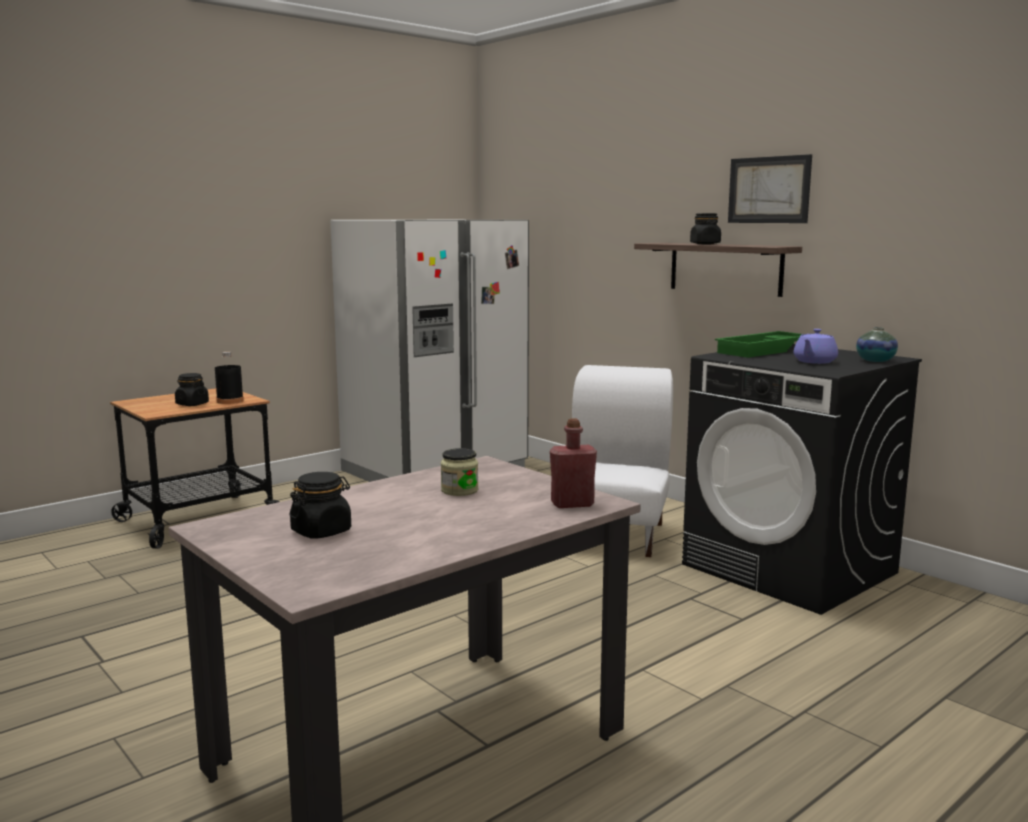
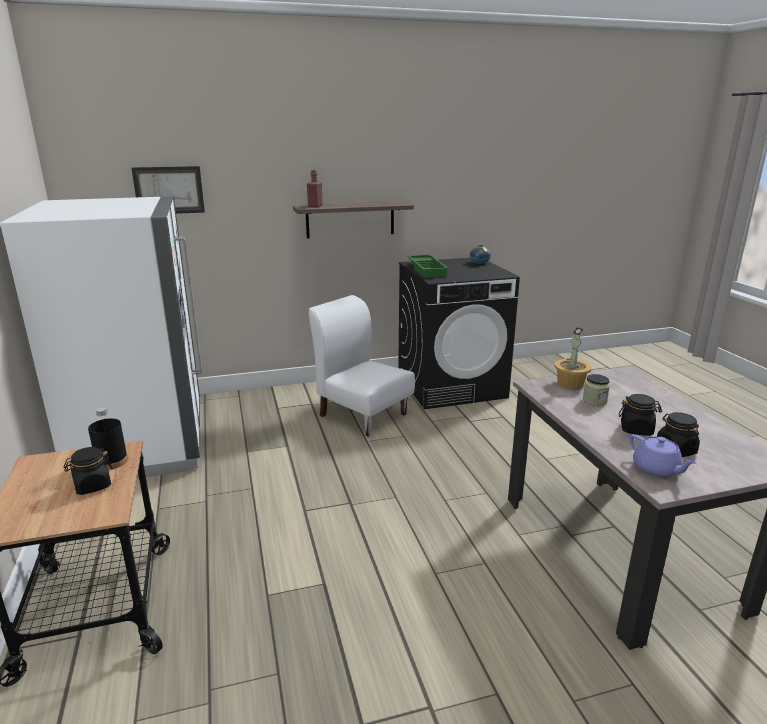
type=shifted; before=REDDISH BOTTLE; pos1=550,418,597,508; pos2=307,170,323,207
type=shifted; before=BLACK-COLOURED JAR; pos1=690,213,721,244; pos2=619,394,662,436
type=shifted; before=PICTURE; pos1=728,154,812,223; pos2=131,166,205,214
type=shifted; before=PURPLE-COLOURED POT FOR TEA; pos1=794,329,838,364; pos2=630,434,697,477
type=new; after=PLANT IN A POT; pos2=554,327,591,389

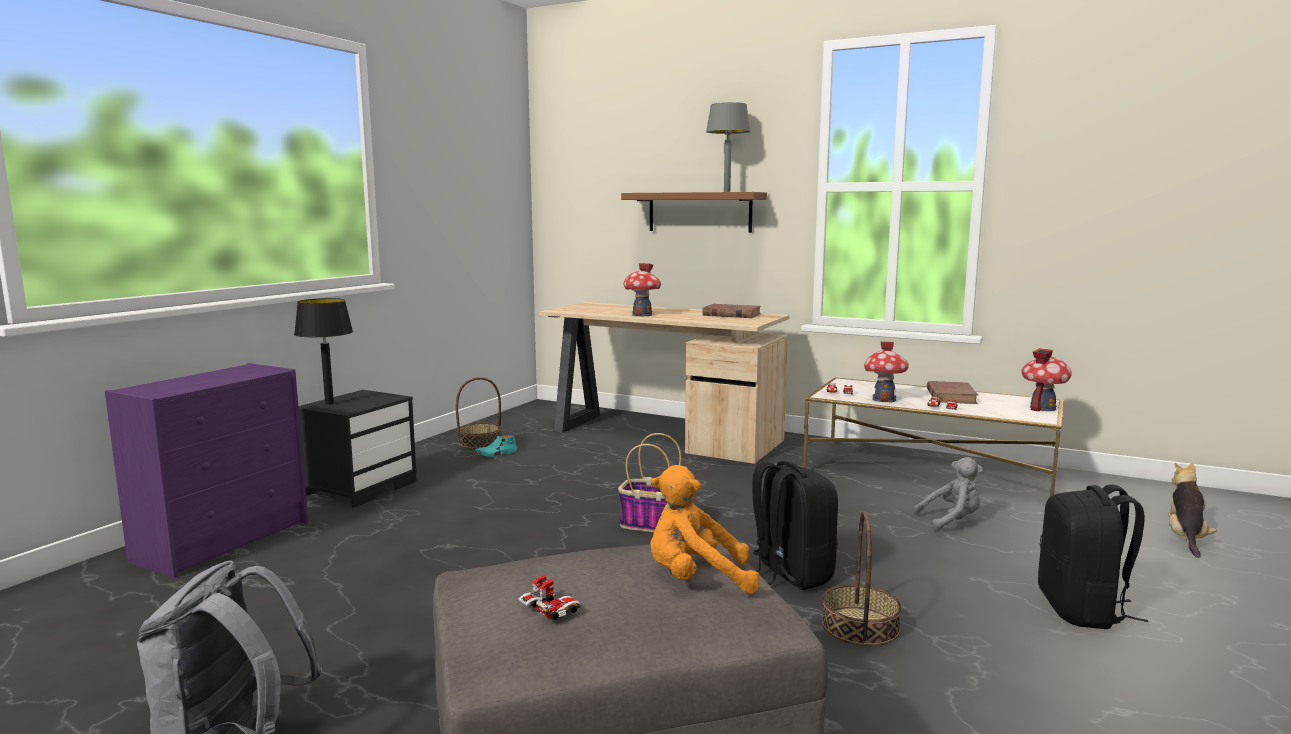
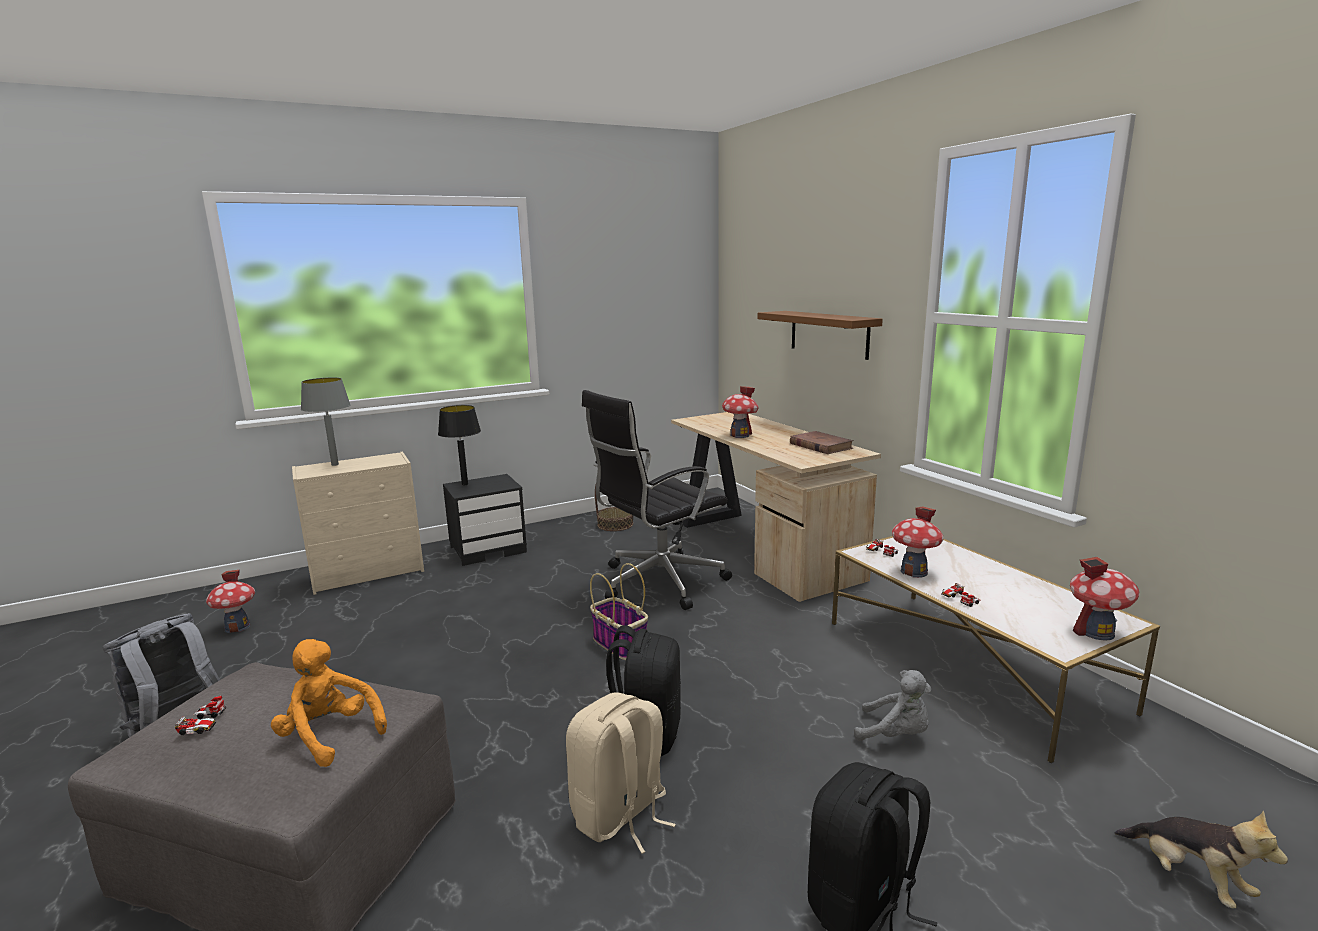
type=repainted; before=PURPLE-COLOURED DRAWER CHEST; after=SAND-COLOURED DRAWER CHEST; pos1=105,363,308,578; pos2=292,452,424,595
type=gone; before=TURQUOISE-COLOURED SHOE; pos1=475,435,517,457
type=shifted; before=GREY TABLE LAMP; pos1=706,102,751,192; pos2=301,377,351,466
type=swapped; before=HOUSEHOLD BASKET; after=SAND-COLOURED RUCKSACK; pos1=821,511,901,646; pos2=566,692,676,854
type=gone; before=BROWN VOLUME; pos1=927,381,978,404
type=rotated; before=SOFT TOY; pos1=1168,463,1217,558; pos2=1114,810,1288,908; turn=90
type=new; after=MINIATURE HOUSE; pos2=206,570,255,633
type=new; after=BLACK-COLOURED OFFICE CHAIR; pos2=582,390,732,610

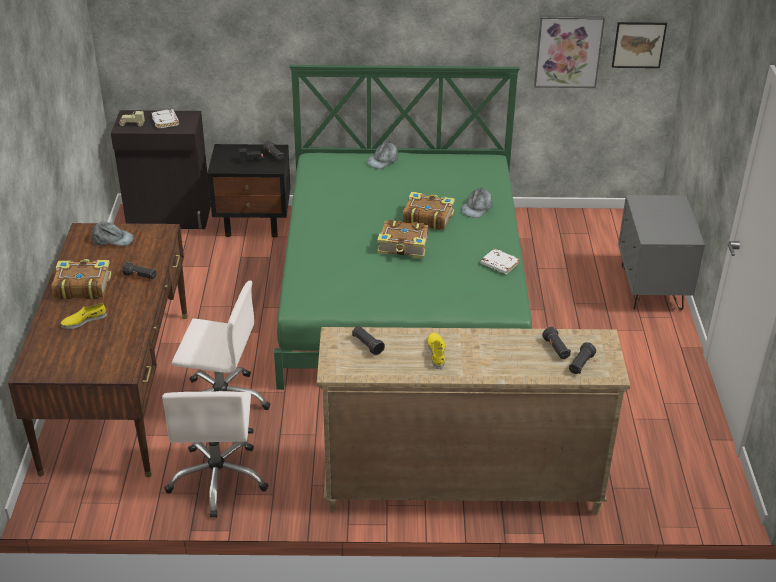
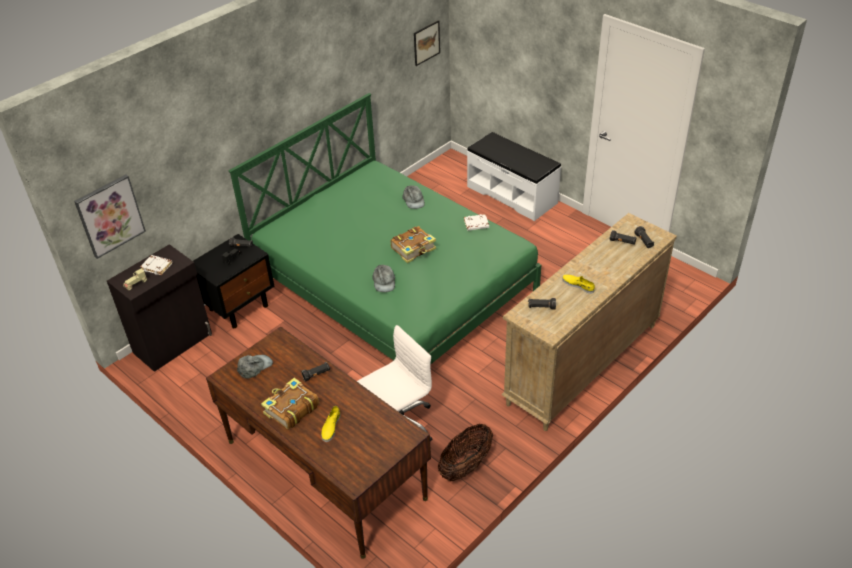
type=swapped; before=WHITE-COLOURED OFFICE CHAIR; after=HOUSEHOLD BASKET; pos1=162,391,269,518; pos2=438,424,493,481
type=shifted; before=GREY PEAKED CAP; pos1=366,142,398,169; pos2=372,265,395,292
type=gone; before=VOLUME; pos1=403,192,455,230
type=shifted; before=PICTURE; pos1=534,15,605,88; pos2=74,175,146,259
type=swapped; before=GREY NIGHTSTAND; after=WHITE-COLOURED LONG SEAT; pos1=618,195,705,310; pos2=467,132,561,221

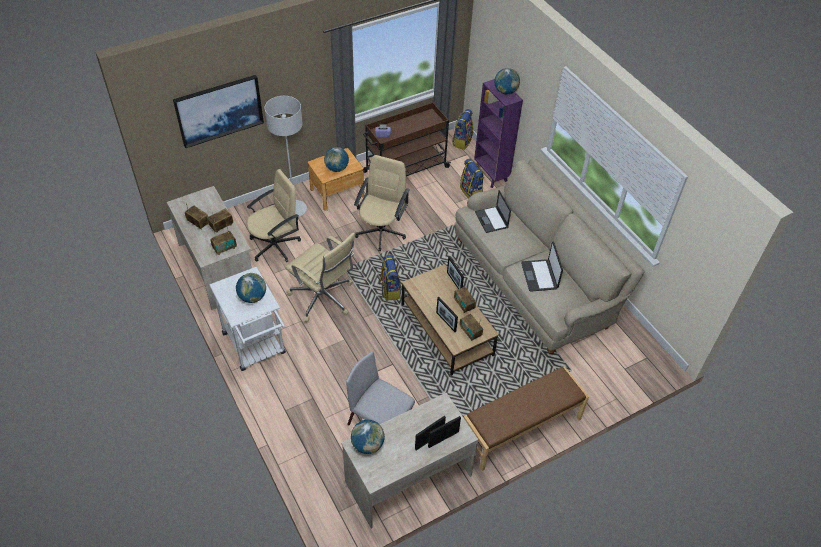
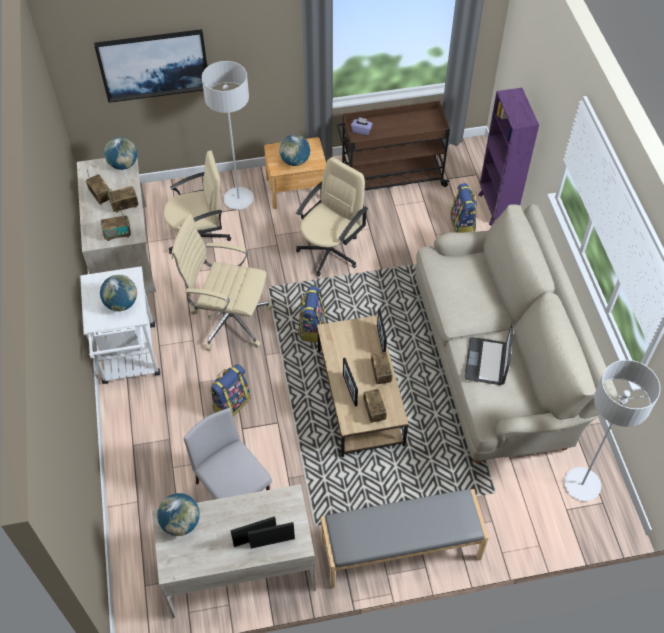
type=rotated; before=SAND-COLOURED OFFICE CHAIR; pos1=285,232,356,322; pos2=172,214,274,351; turn=135
type=shifted; before=RUCKSACK; pos1=452,109,473,150; pos2=210,364,250,416
type=repainted; before=BROWN LONG SEAT; after=GREY LONG SEAT; pos1=464,367,589,471; pos2=321,489,489,588
type=gone; before=NOTEBOOK COMPUTER; pos1=475,190,511,233
type=shifted; before=WORLD GLOBE; pos1=494,68,520,94; pos2=104,137,137,170
type=new; after=GREY STANDING LAMP; pos2=564,360,661,501

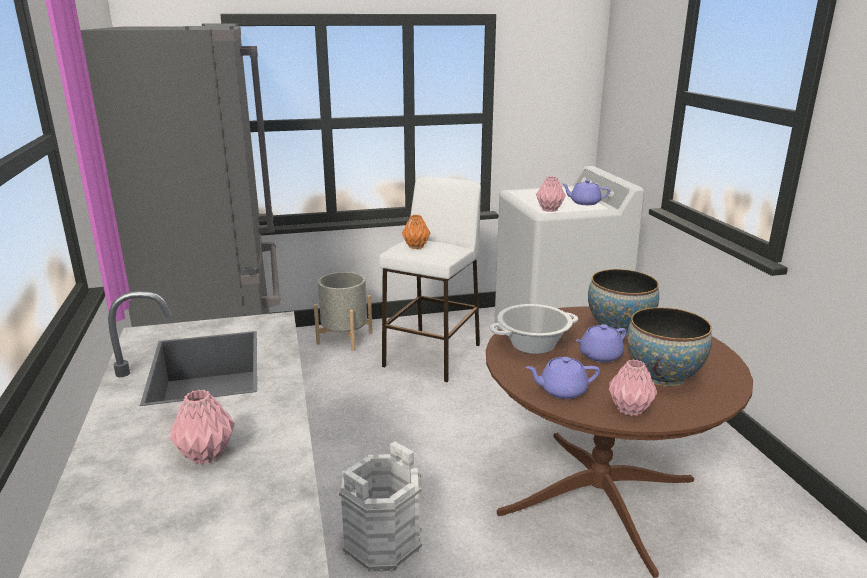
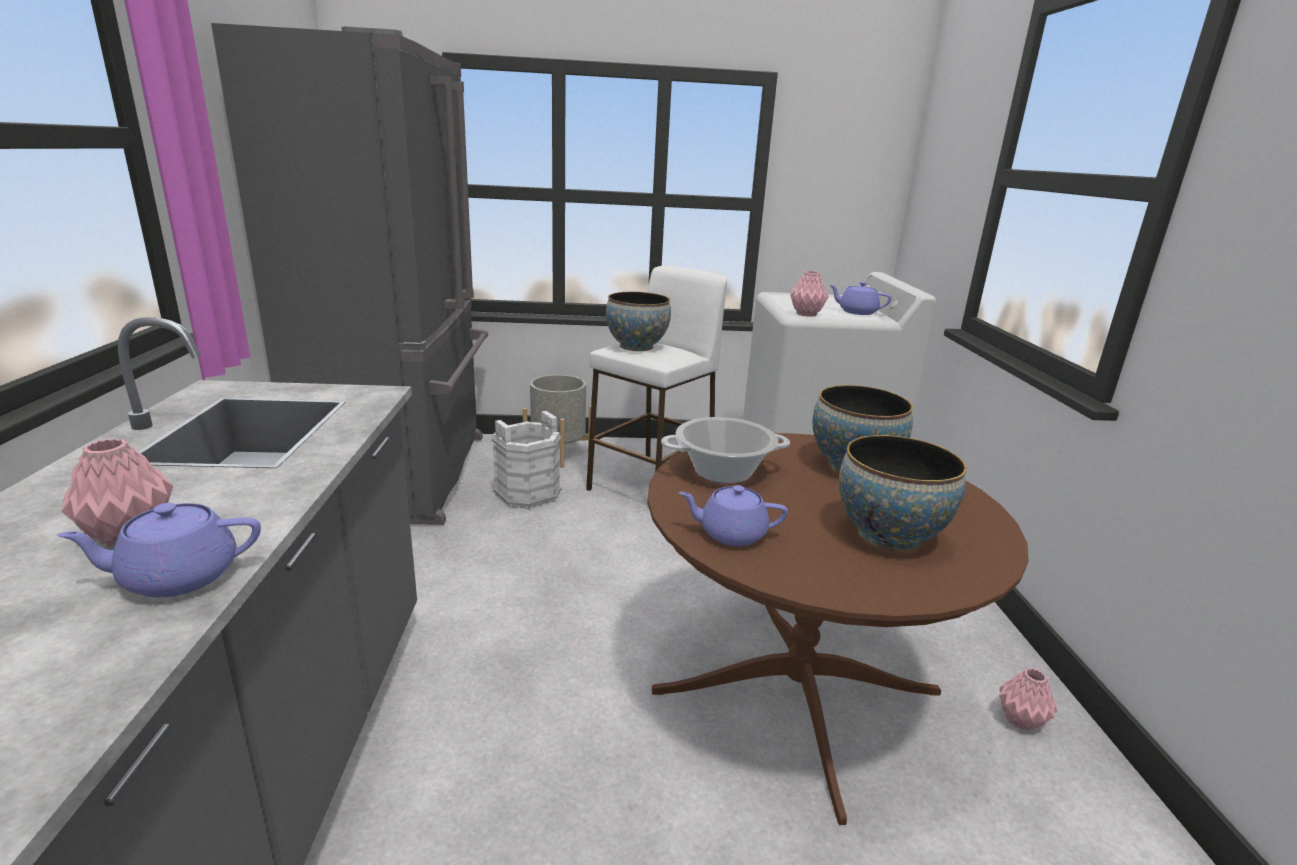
type=shifted; before=WHITE-COLOURED PAIL; pos1=339,441,422,573; pos2=492,411,562,509
type=swapped; before=ORANGEY VASE; after=SERVING BOWL; pos1=402,215,430,249; pos2=606,292,671,351
type=shifted; before=PURPLE-COLOURED POT FOR TEA; pos1=575,324,626,362; pos2=56,503,261,597
type=shifted; before=PINKISH VASE; pos1=609,359,657,416; pos2=999,668,1057,731

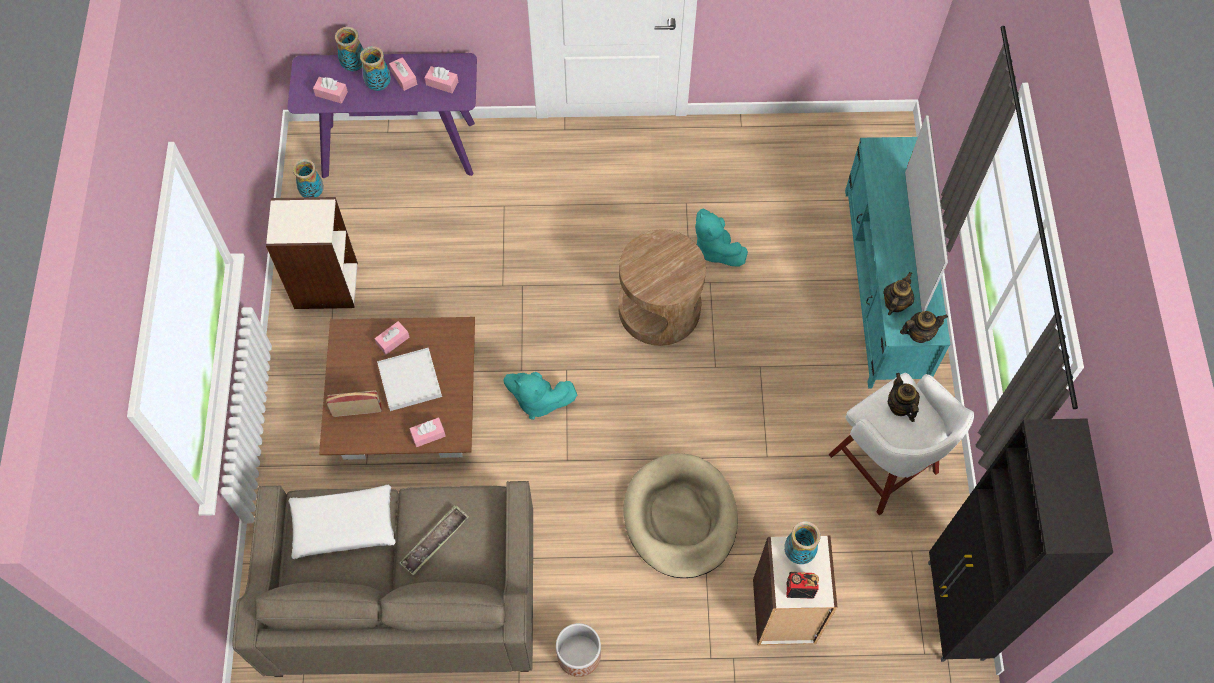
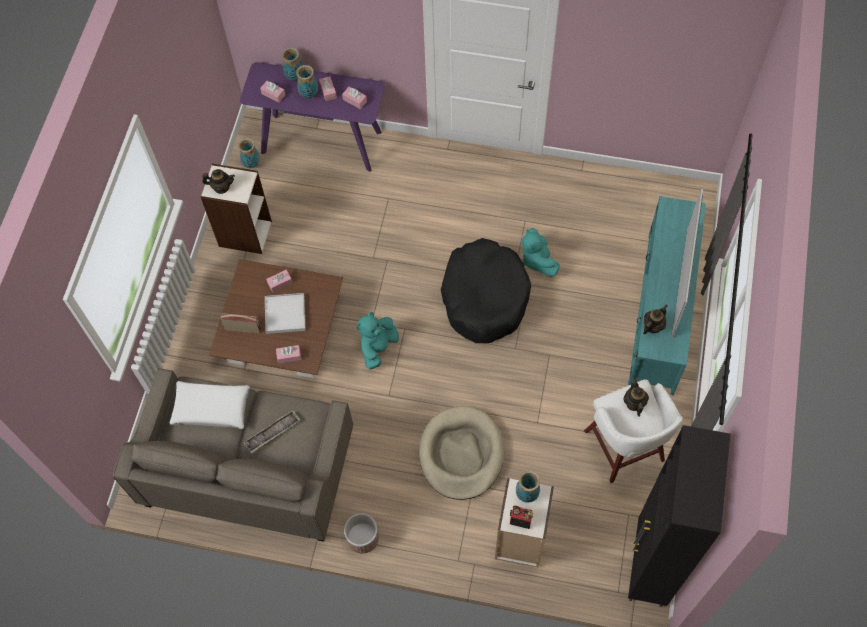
type=rotated; before=TURQUOISE-COLOURED SOFT TOY; pos1=503,372,577,420; pos2=357,312,399,369; turn=90
type=swapped; before=BROWN SIDE TABLE; after=BLACK-COLOURED DOG BED; pos1=618,229,706,346; pos2=441,238,531,343
type=shifted; before=POT FOR TEA; pos1=900,311,948,343; pos2=202,169,235,194

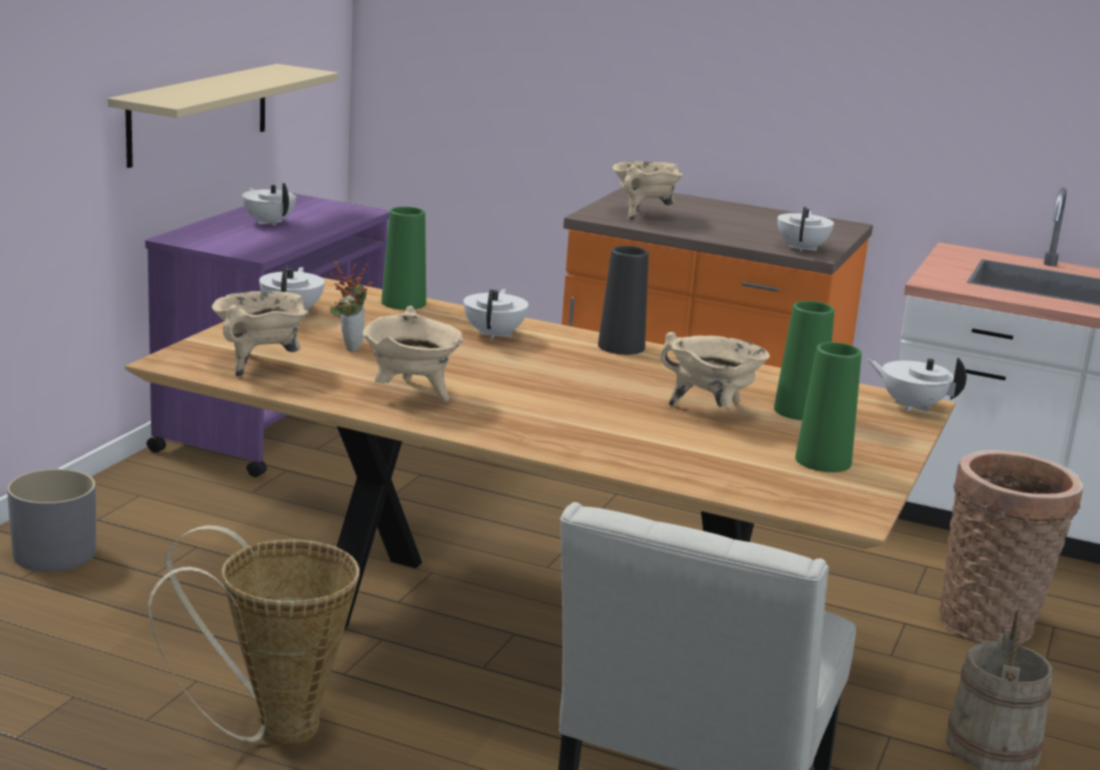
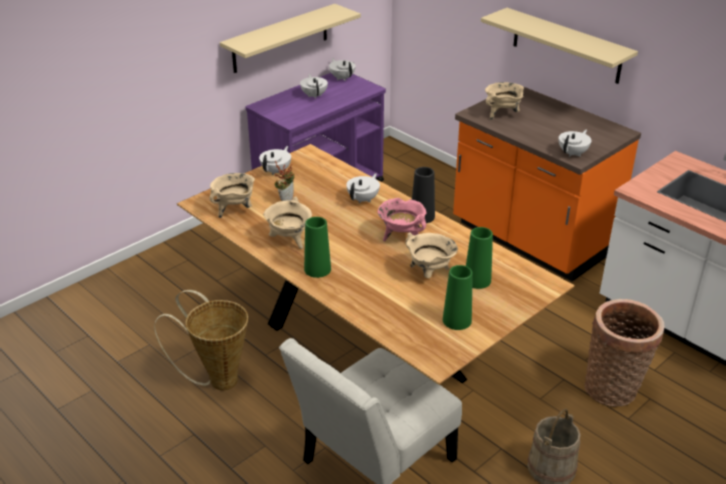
type=gone; before=GREY PLANTER; pos1=7,469,96,572
type=shifted; before=GREENISH VASE; pos1=381,207,426,310; pos2=304,217,331,278
type=shifted; before=WHITE-COLOURED POT FOR TEA; pos1=867,357,967,412; pos2=329,58,356,81
type=new; after=PINKISH STOCKPOT; pos2=378,198,426,241
type=new; after=SAND-COLOURED SHELF; pos2=481,8,638,84

